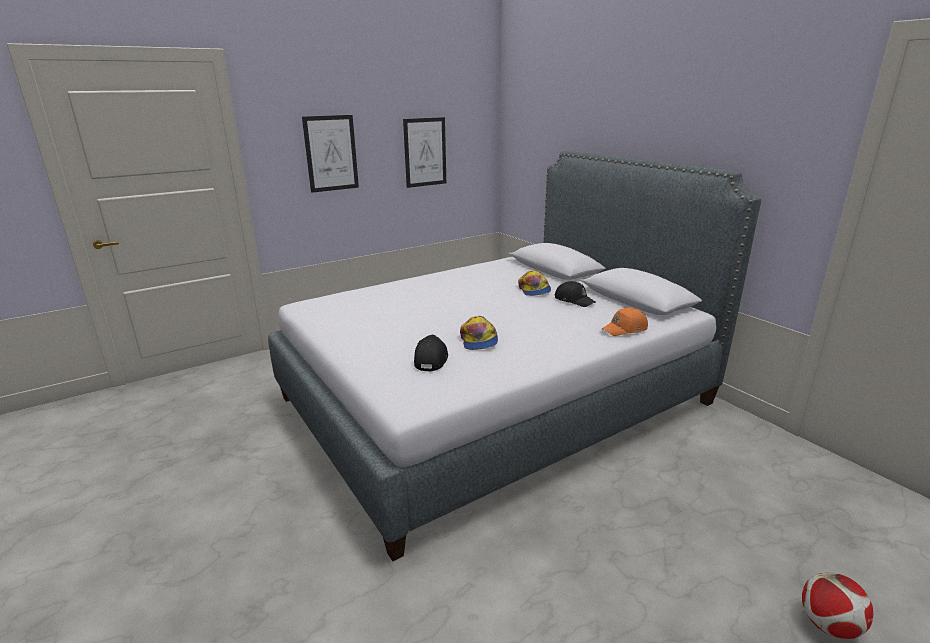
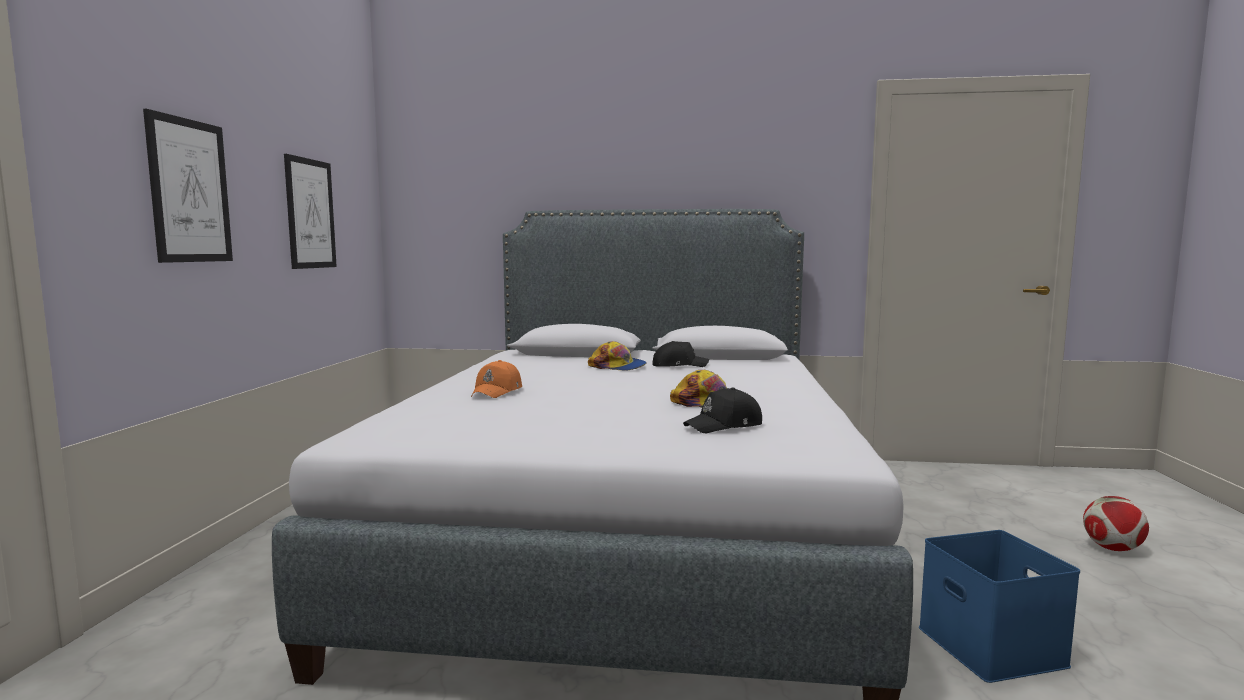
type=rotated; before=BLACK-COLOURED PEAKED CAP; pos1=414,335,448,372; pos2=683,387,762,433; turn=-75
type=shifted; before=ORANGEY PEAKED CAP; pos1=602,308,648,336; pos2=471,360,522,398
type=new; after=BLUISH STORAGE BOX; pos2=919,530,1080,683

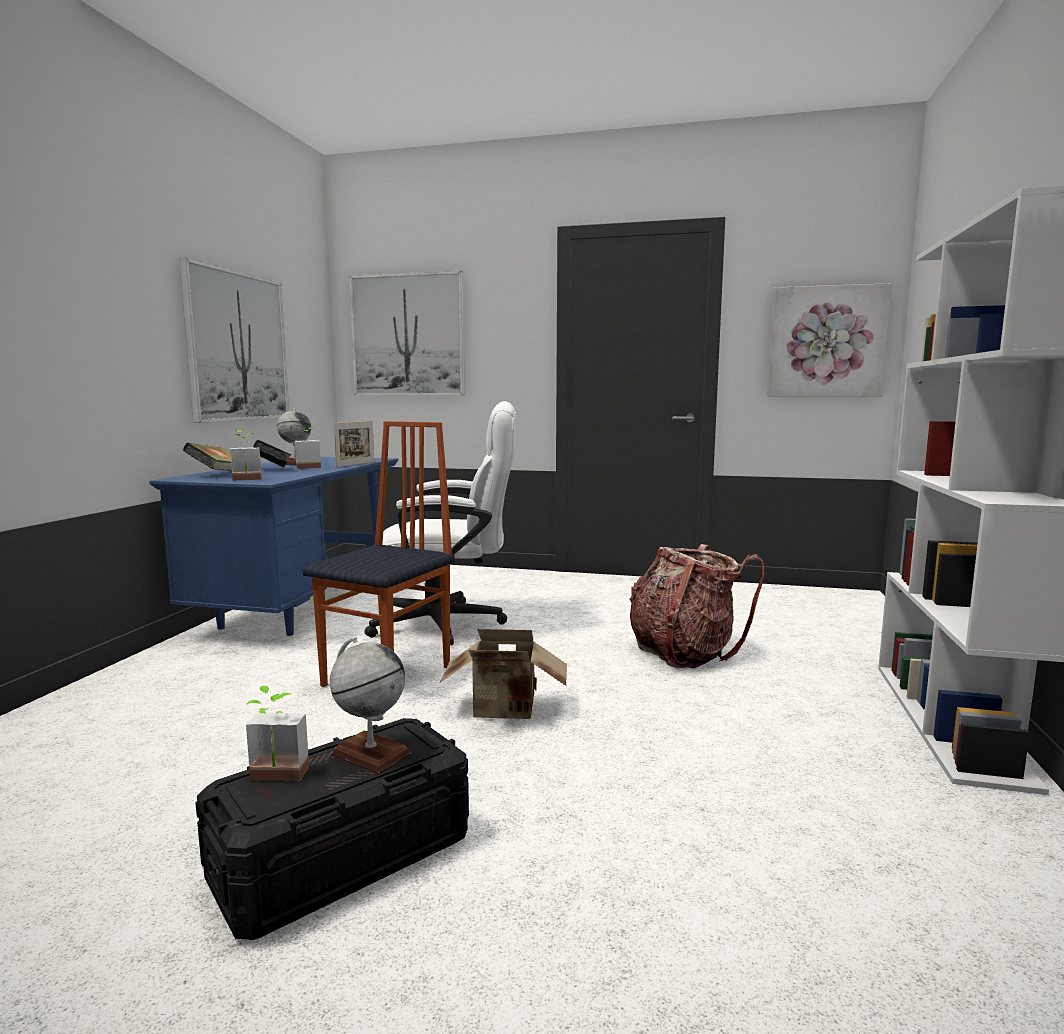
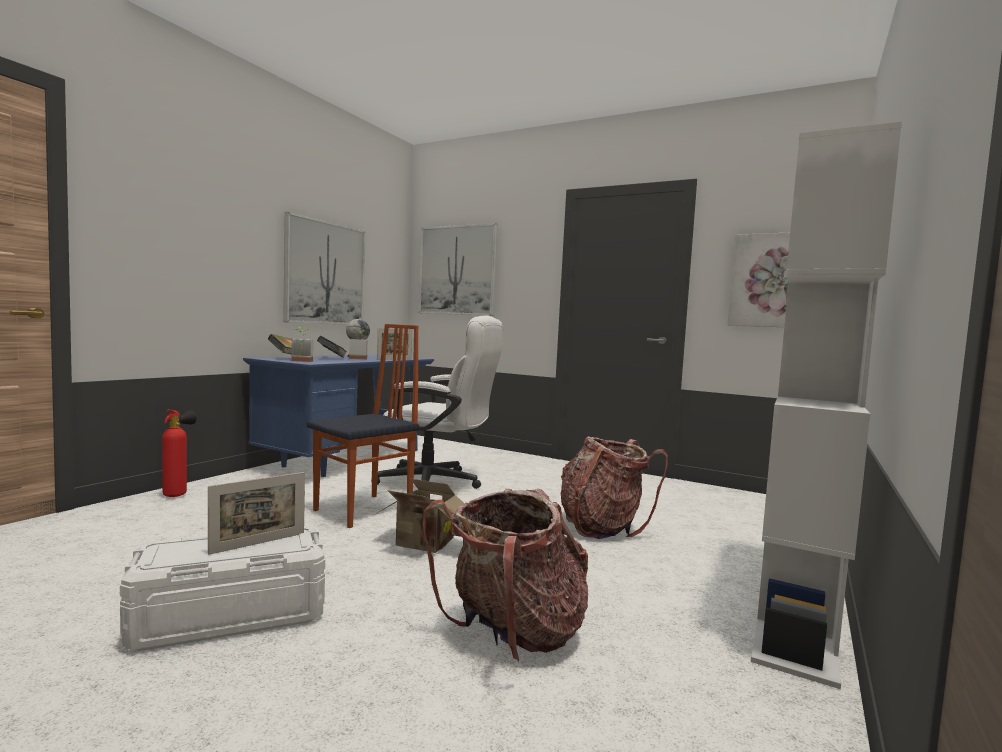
type=repainted; before=BLACK-COLOURED STORAGE BOX; after=WHITE-COLOURED STORAGE BOX; pos1=195,718,469,940; pos2=120,527,325,651
type=gone; before=PLANT IN A POT; pos1=246,686,309,781
type=swapped; before=WORLD GLOBE; after=PICTURE FRAME; pos1=330,637,411,774; pos2=208,472,305,555
type=new; after=FIRE-FIGHTING CYLINDER; pos2=162,409,197,497
type=new; after=RUCKSACK; pos2=422,489,588,662

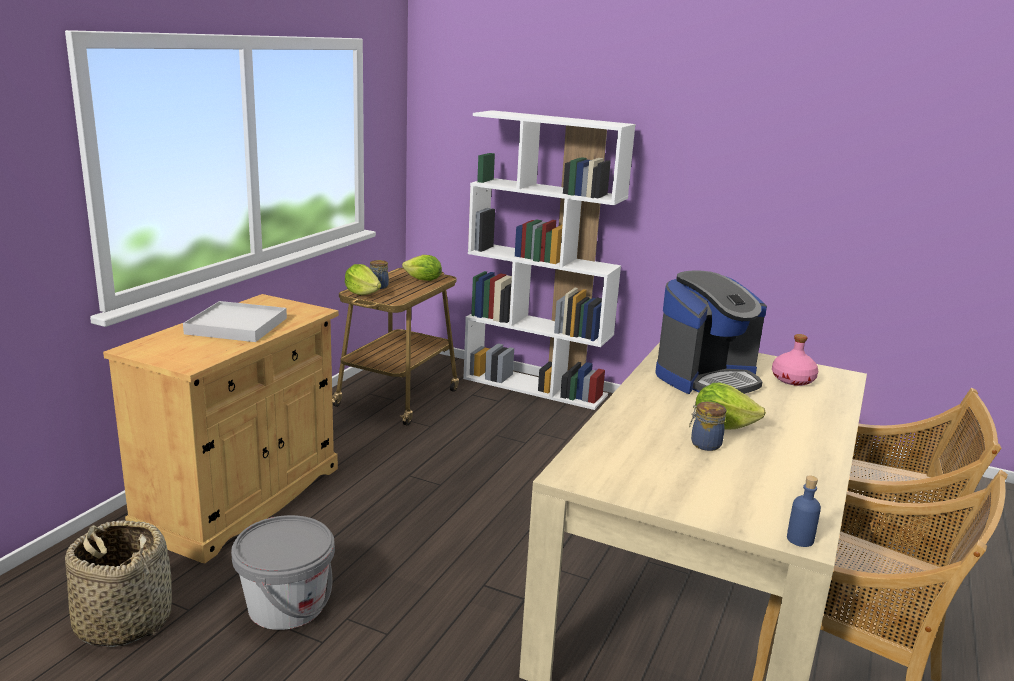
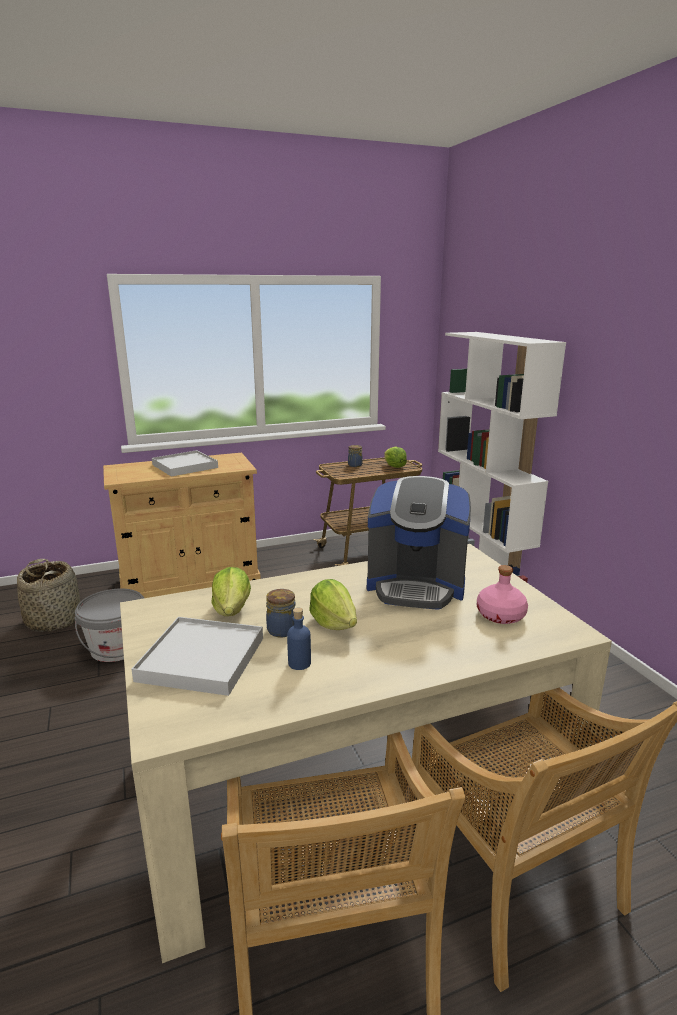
type=shifted; before=LETTUCE HEAD; pos1=345,264,381,295; pos2=212,567,251,616
type=shifted; before=BLUISH BOTTLE; pos1=787,476,821,547; pos2=287,607,311,670
type=new; after=WHITE-COLOURED SERVING TRAY; pos2=132,617,263,696

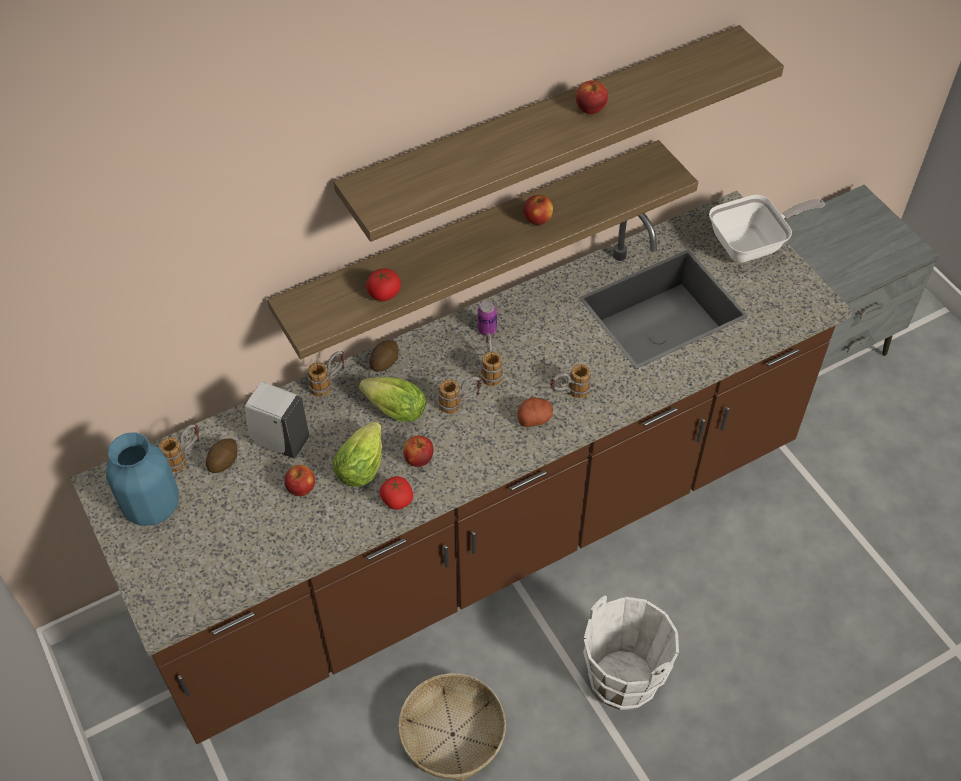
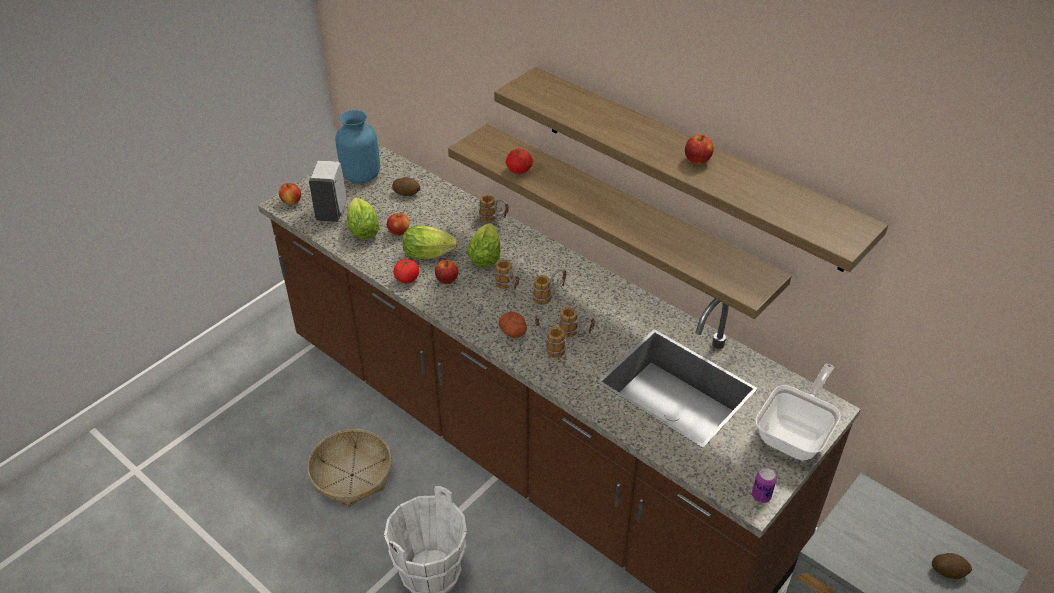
type=shifted; before=COFFEE MUG; pos1=159,424,200,472; pos2=558,307,595,338
type=shifted; before=WHITE-COLOURED LIQUID SOAP BOTTLE; pos1=245,381,309,459; pos2=309,161,346,222
type=shifted; before=SPUD; pos1=369,340,398,372; pos2=932,553,972,579
type=shifted; before=METAL CAN; pos1=478,301,497,336; pos2=752,467,777,503
type=shifted; before=APPLE; pos1=523,195,553,225; pos2=279,183,301,205
type=rotated; before=SKILLET; pos1=709,195,825,263; pos2=755,364,841,460; turn=-105
type=new; after=LETTUCE HEAD; pos2=347,198,380,240

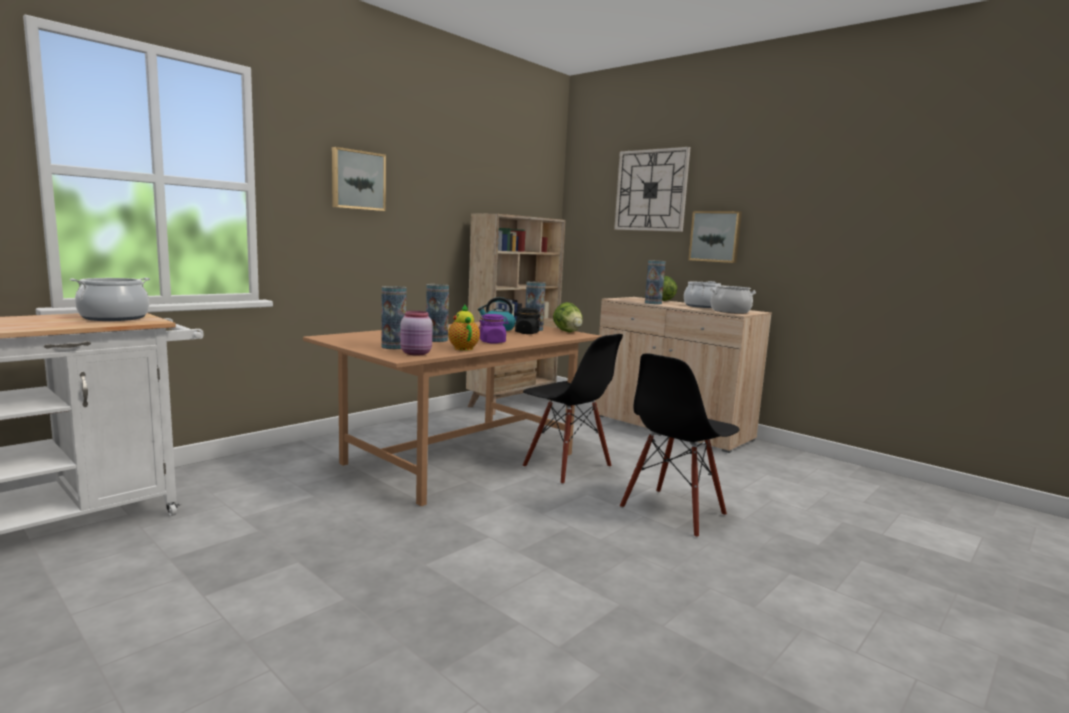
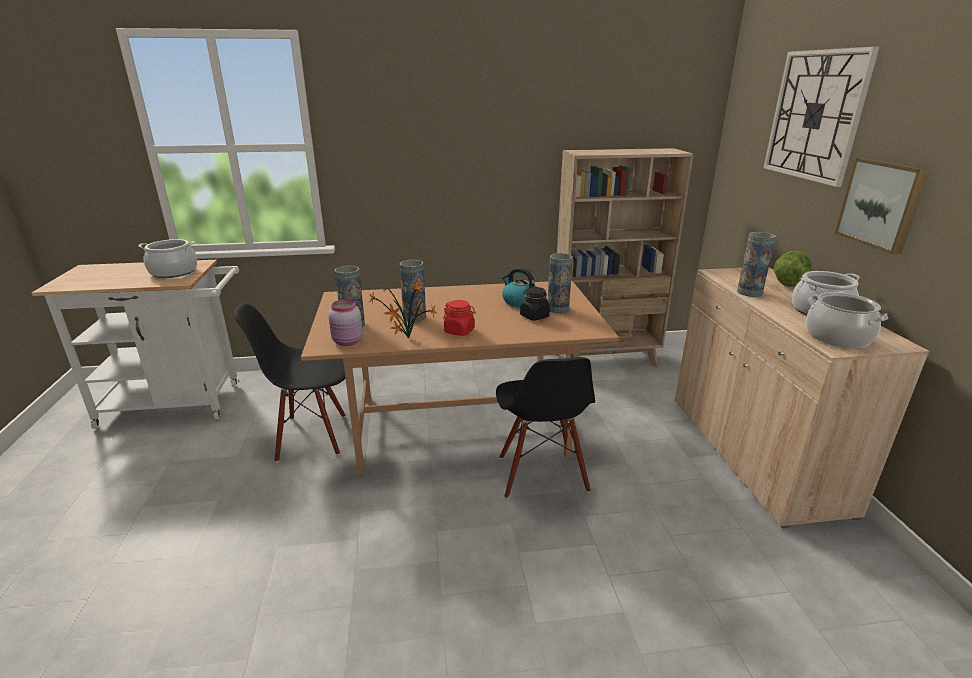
type=gone; before=PICTURE; pos1=332,147,386,211
type=swapped; before=POT FOR TEA; after=PLANT IN A POT; pos1=448,305,480,351; pos2=368,282,437,339
type=repainted; before=PURPLE-COLOURED JAR; after=REDDISH JAR; pos1=479,314,509,344; pos2=443,300,476,336
type=gone; before=LETTUCE HEAD; pos1=553,302,583,332
type=shifted; before=BLACK-COLOURED PLAIN CHAIR; pos1=620,354,740,538; pos2=233,303,345,463

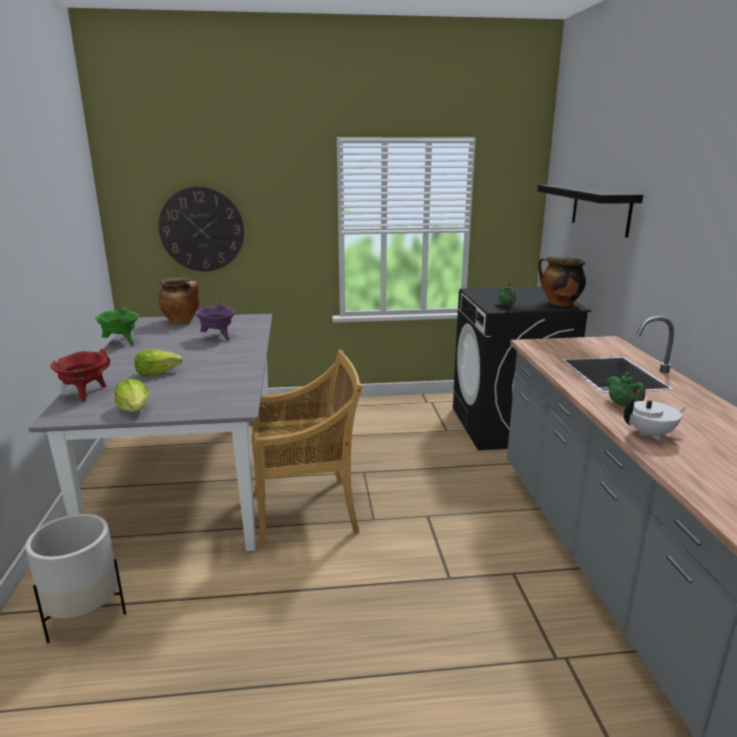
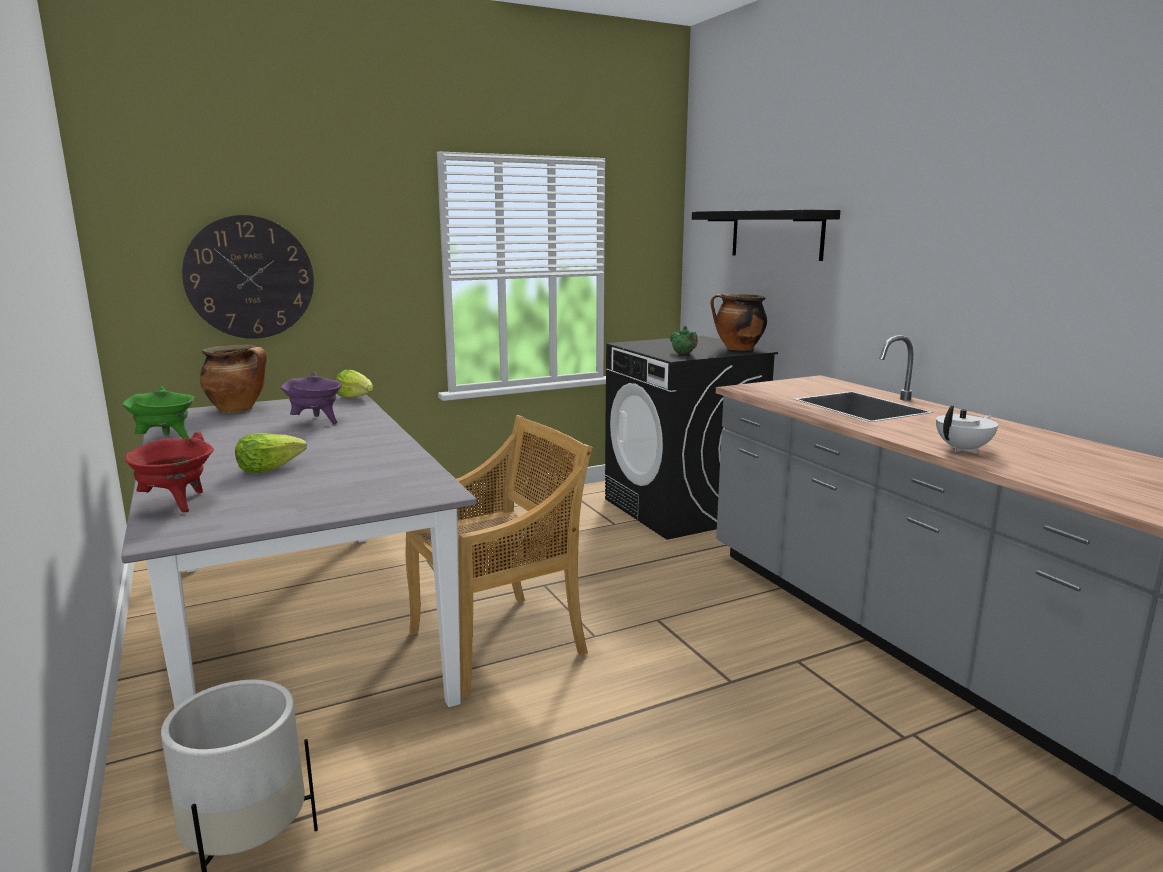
type=shifted; before=LETTUCE HEAD; pos1=115,379,149,412; pos2=335,370,373,398
type=gone; before=GREENISH POT FOR TEA; pos1=605,372,645,406

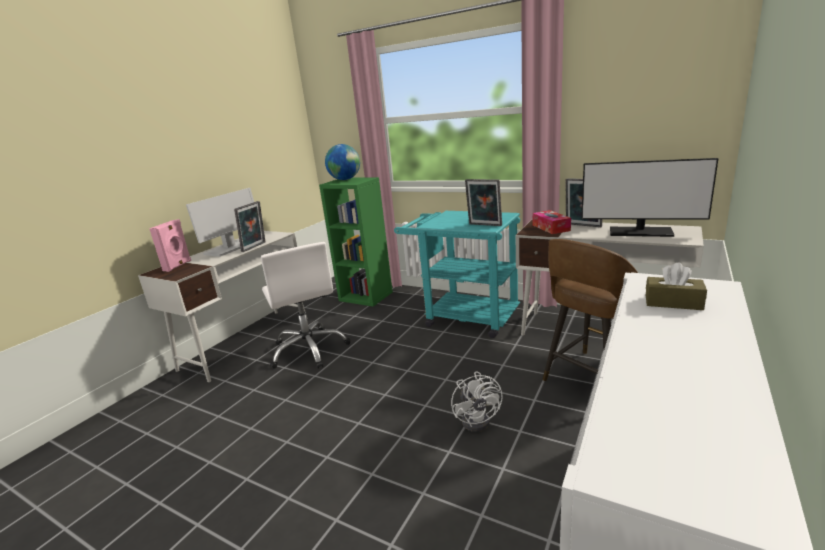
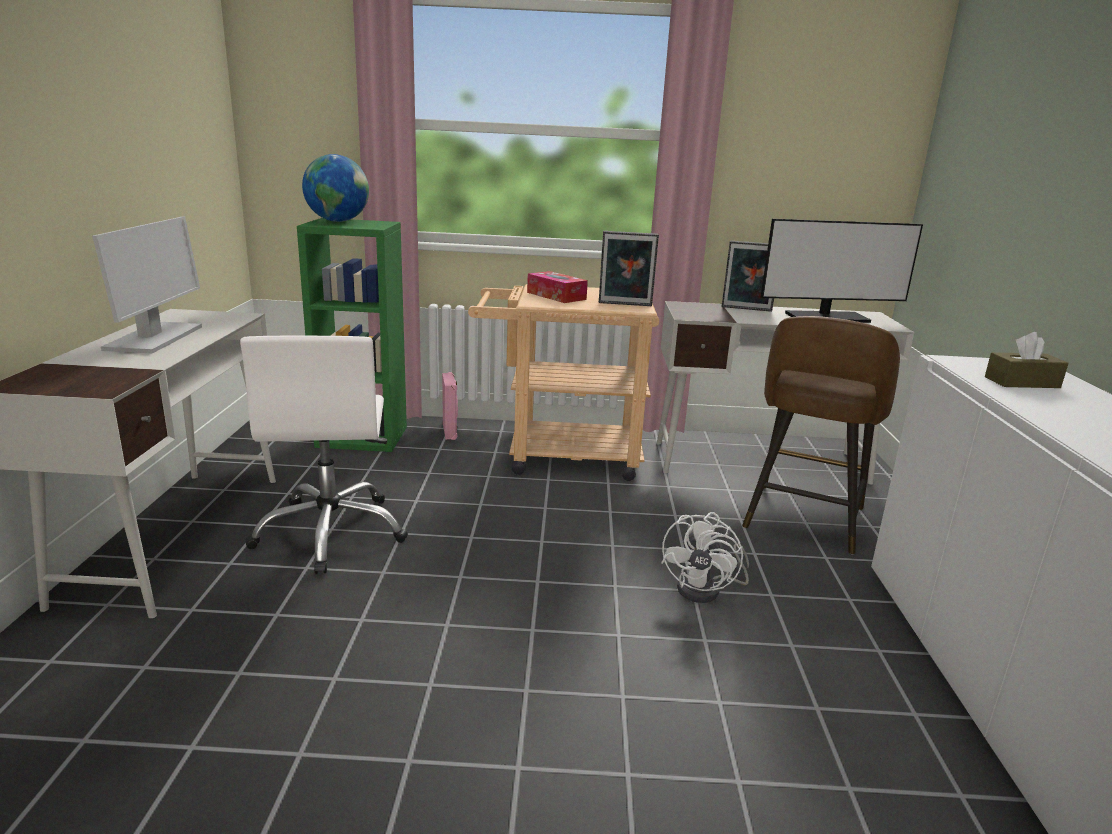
type=shifted; before=PINKISH SPEAKER; pos1=149,219,191,272; pos2=442,372,458,440
type=gone; before=PICTURE FRAME; pos1=234,201,265,252
type=rotated; before=WHITE-COLOURED OFFICE CHAIR; pos1=261,242,351,369; pos2=240,336,408,574; turn=45
type=repainted; before=TURQUOISE-COLOURED TROLLEY; after=SAND-COLOURED TROLLEY; pos1=394,211,520,338; pos2=468,284,659,481
type=rotated; before=WHITE-COLOURED ELECTRIC FAN; pos1=451,371,503,432; pos2=661,512,749,603; turn=60
type=shifted; before=TISSUE HOLDER; pos1=533,210,571,234; pos2=527,271,588,303

